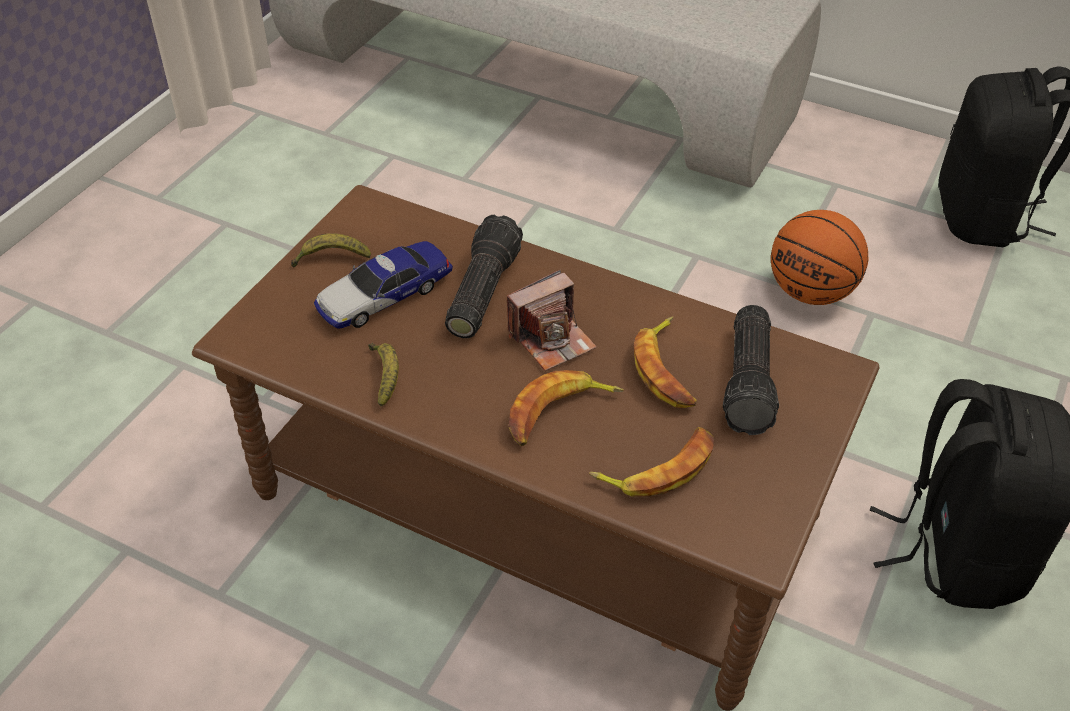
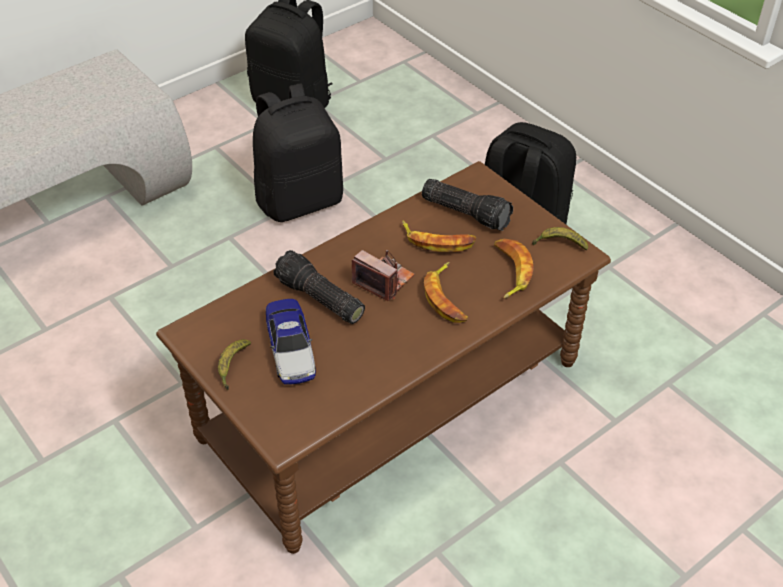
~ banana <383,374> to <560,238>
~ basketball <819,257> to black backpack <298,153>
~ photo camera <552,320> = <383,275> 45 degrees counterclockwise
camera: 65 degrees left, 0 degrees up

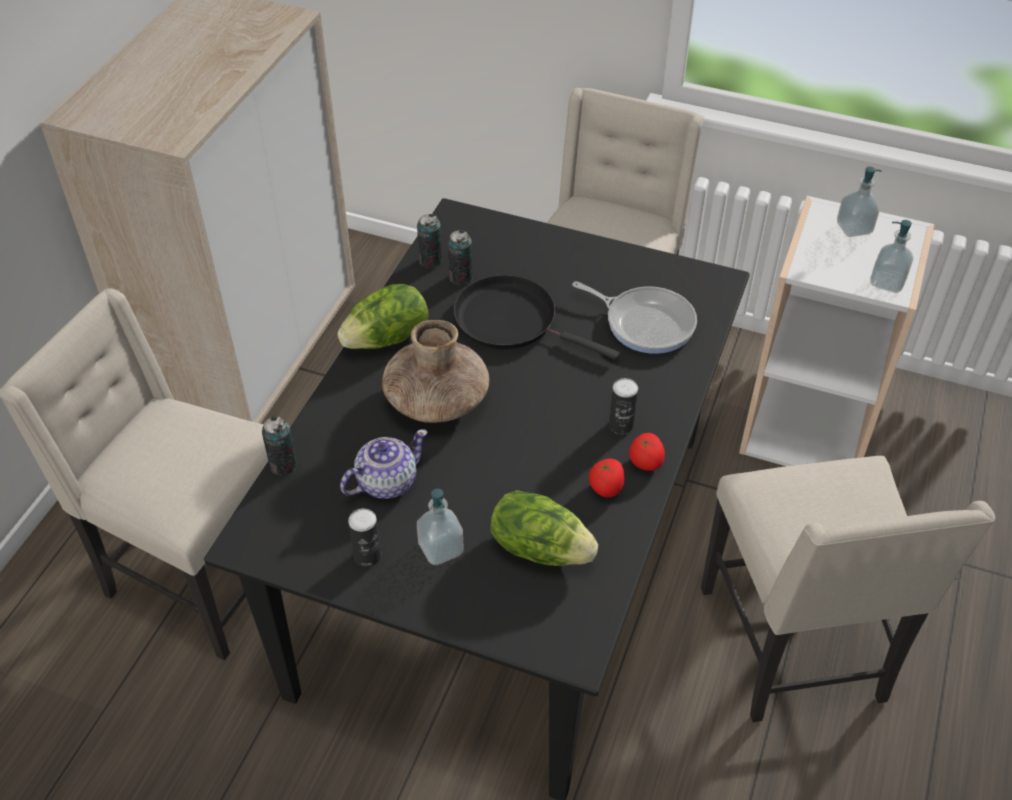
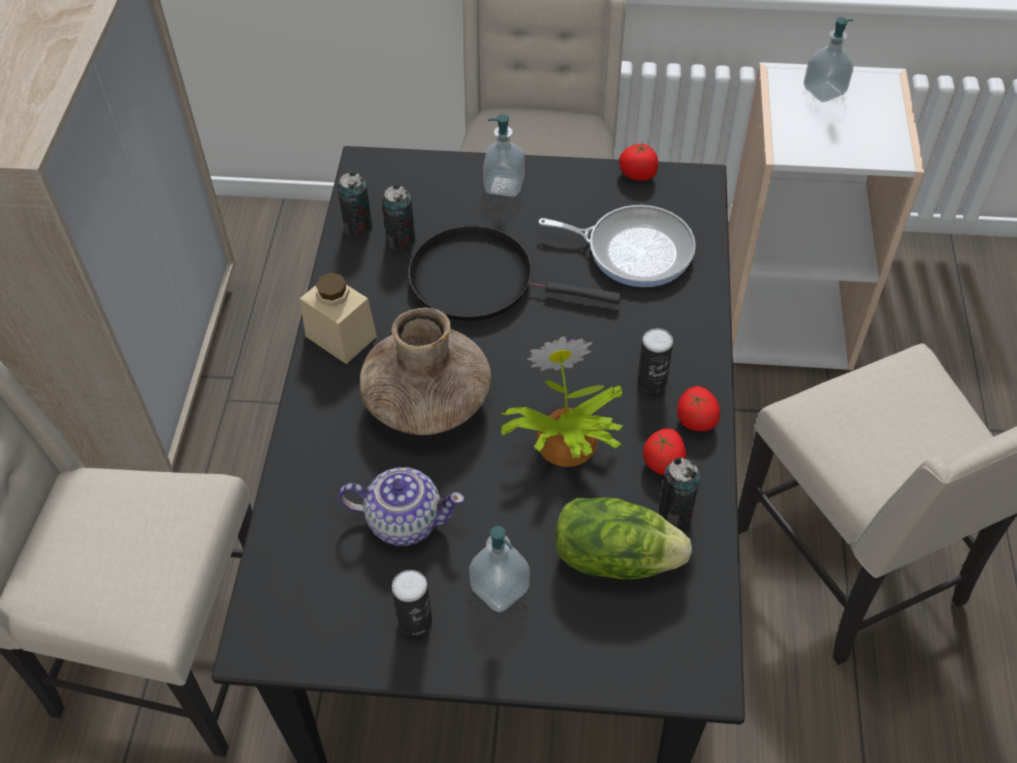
+ potted plant <562,401>
+ tomato <638,162>
~ can <279,445> to <679,491>
~ soap dispenser <891,256> to <503,155>
~ lettuce <383,316> to beige jar <338,318>
~ teapot <384,464> = <401,506> 60 degrees clockwise
camera: 15 degrees left, 5 degrees up

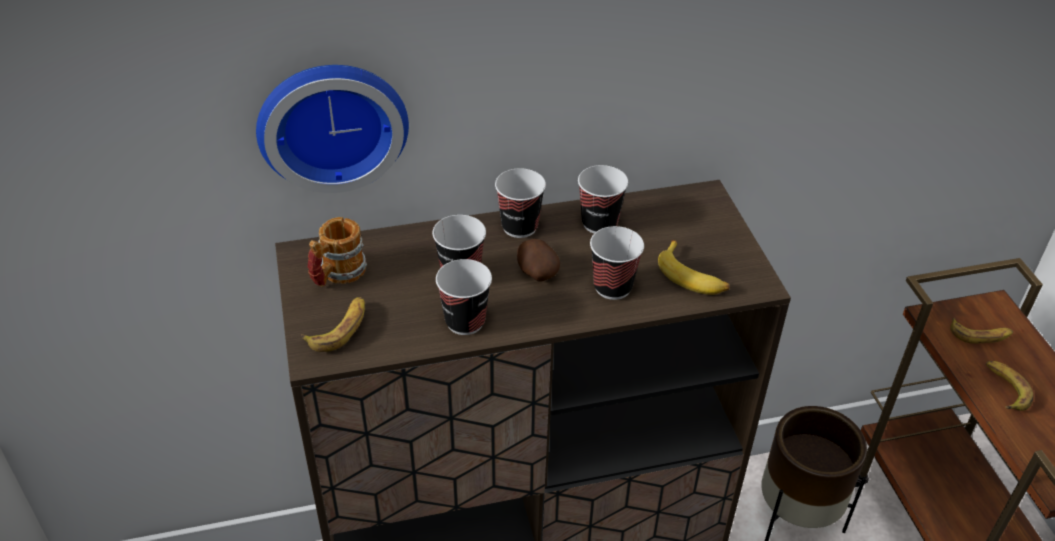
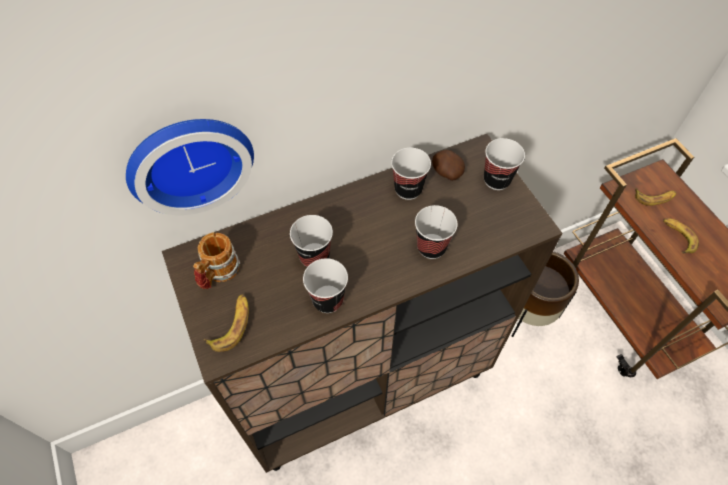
- banana <694,267>
~ cup <520,203> to <504,164>
~ potato <538,260> to <448,165>
camera: 10 degrees left, 15 degrees up

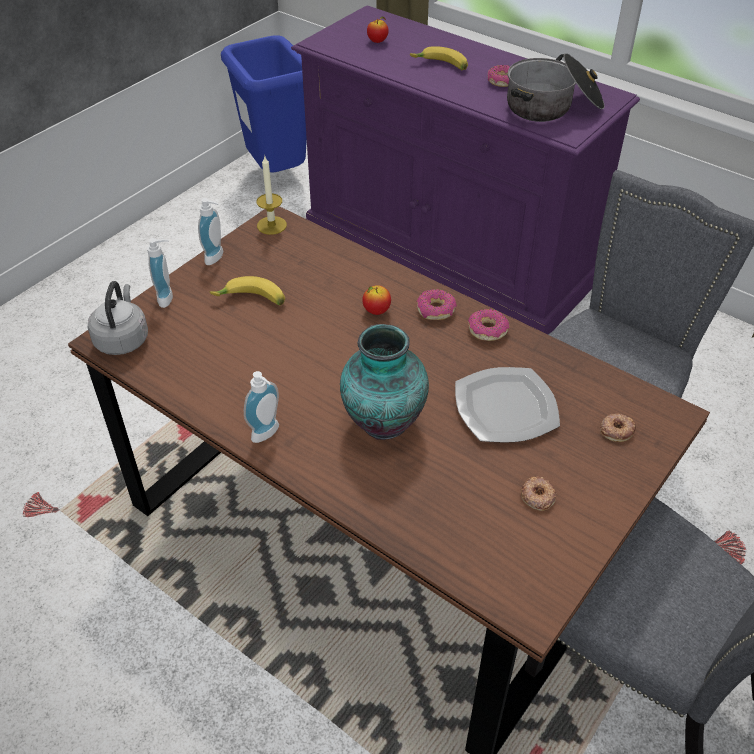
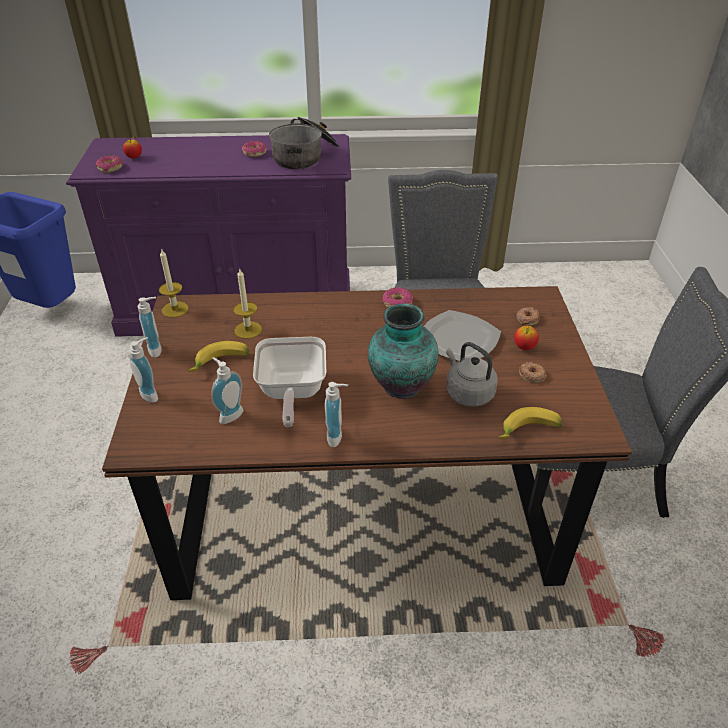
+ soap dispenser <227,390>
+ candle <247,303>
+ frying pan <289,382>
~ grey kettle <118,318> to <472,374>
~ apple <376,300> to <526,338>
~ banana <439,58> to <530,423>
~ donut <436,304> to <109,164>
camera: 40 degrees left, 5 degrees down

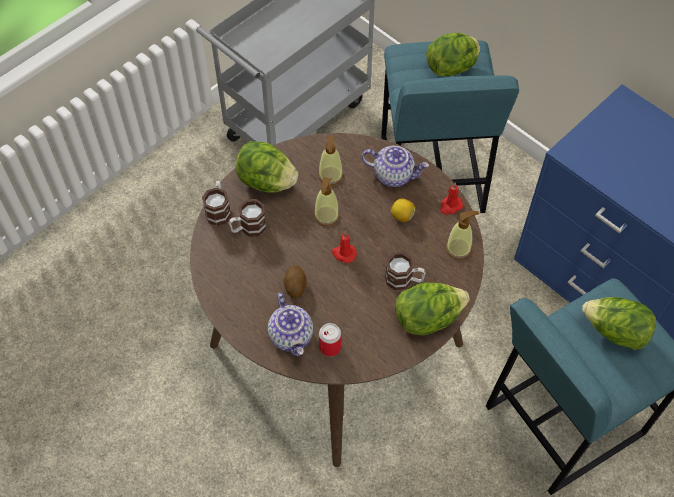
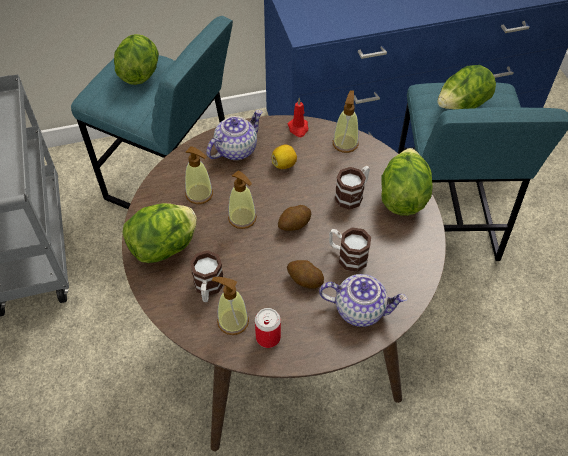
+ soap dispenser <230,306>
~ mug <216,203> to <350,249>
~ can <330,340> to <268,328>
~ red candle <344,247> to potato <294,218>
camera: 60 degrees left, 5 degrees down

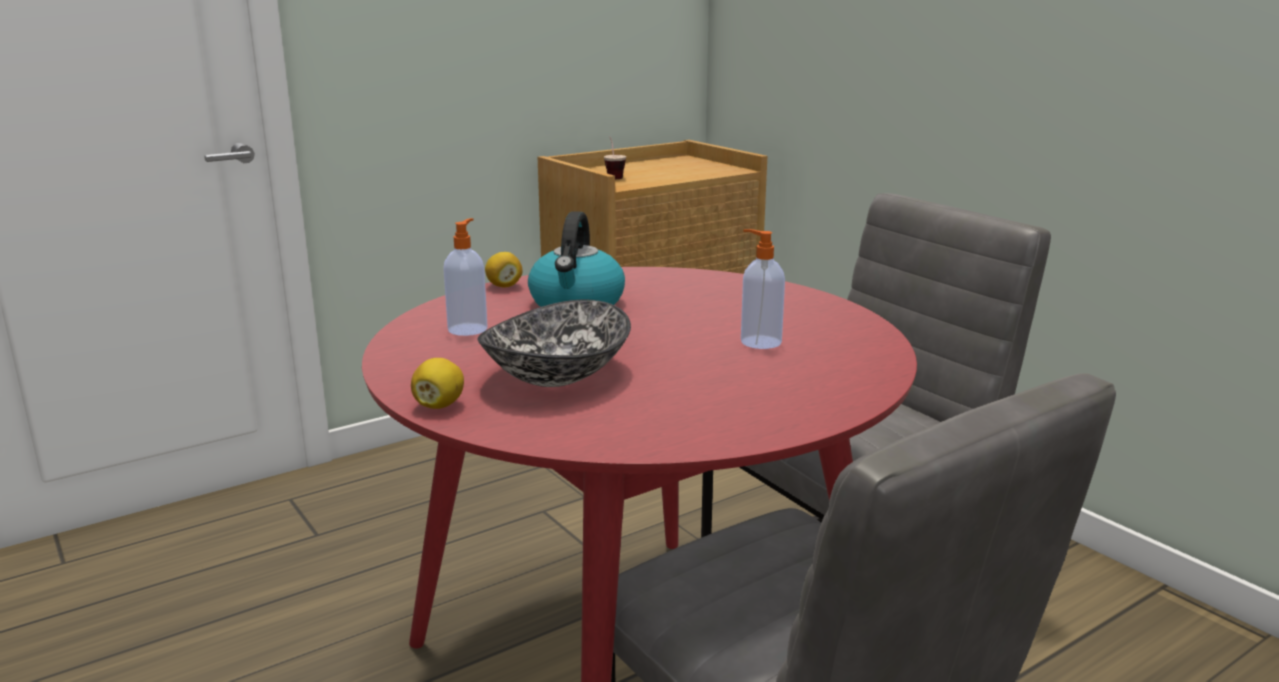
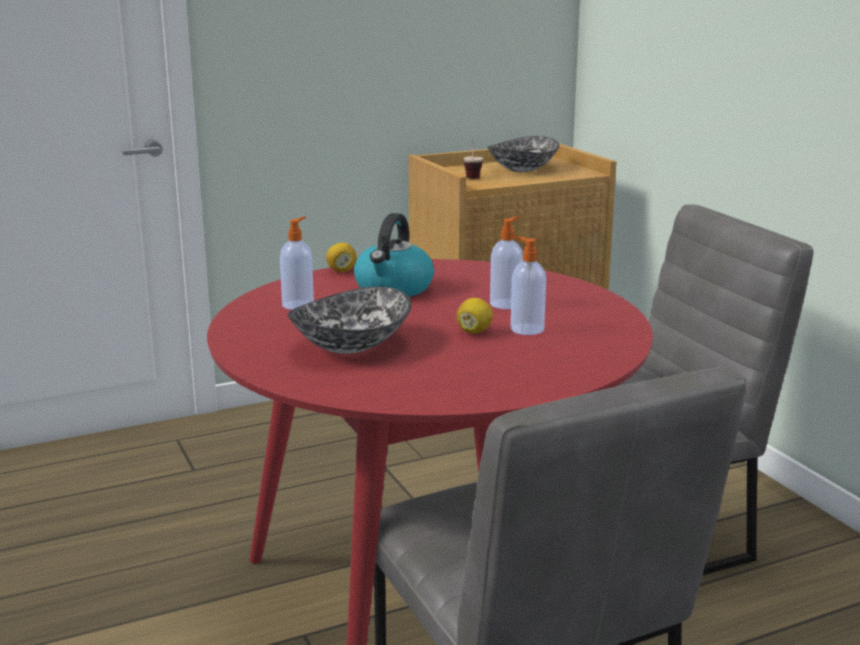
+ bowl <523,154>
+ soap dispenser <506,262>
~ lemon <437,383> to <474,316>
camera: 10 degrees right, 0 degrees up

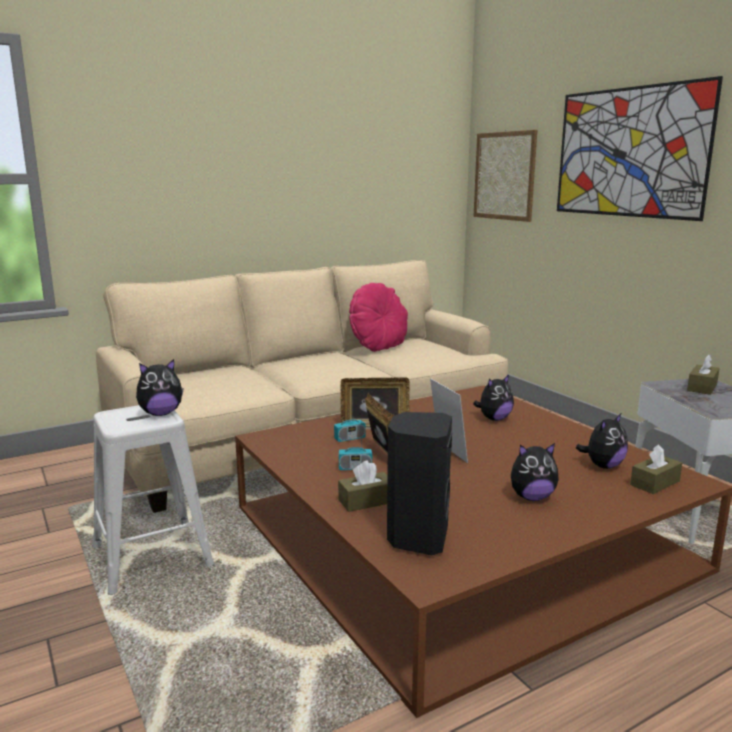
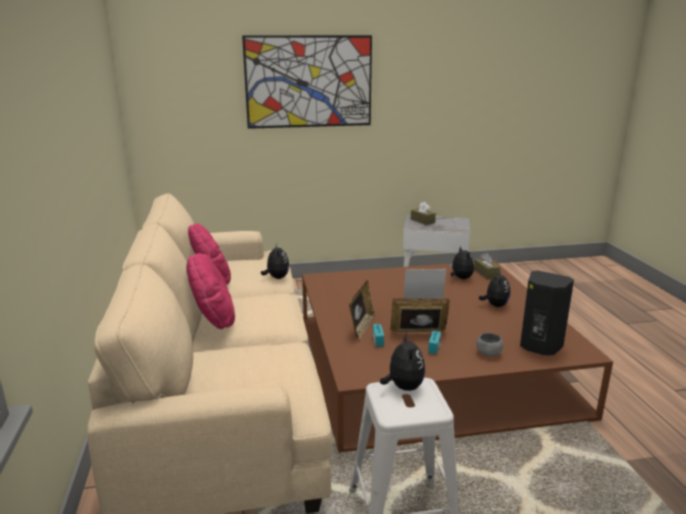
- picture <505,175>
+ pink pillow <210,291>
~ plush toy <493,398> to <275,261>
~ brown tissue box <362,486> to grey bowl <489,344>
camera: 70 degrees left, 5 degrees up

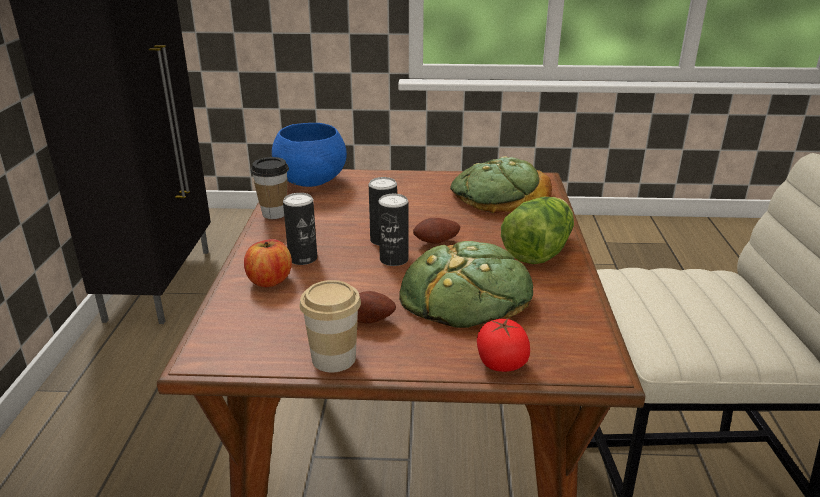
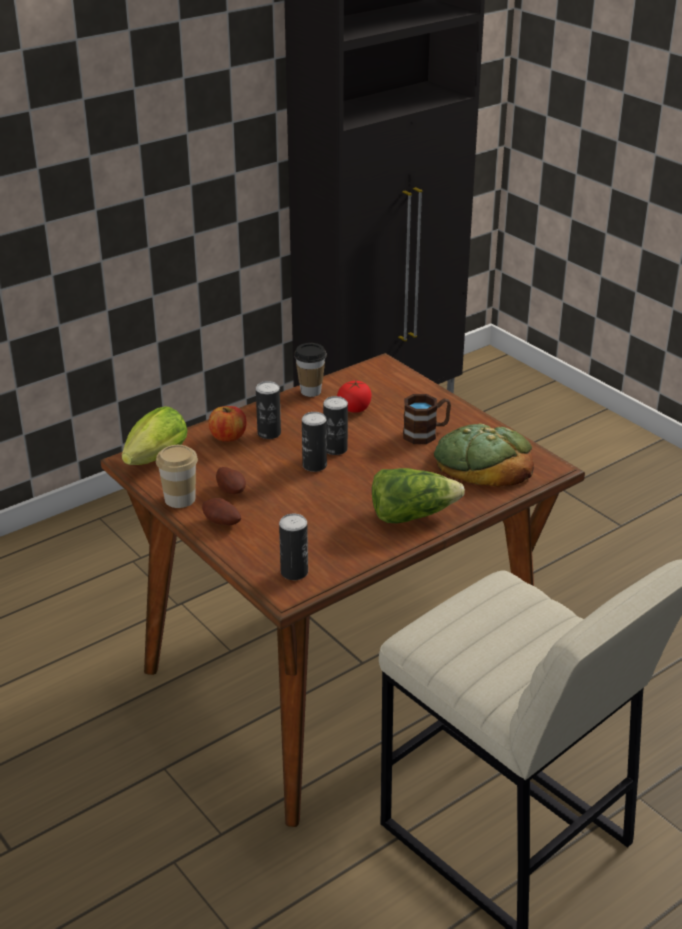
- blue bowl <309,155>
- bread <466,284>
+ lettuce <155,435>
+ can <293,547>
+ brown mug <427,419>
~ potato <437,231> to <221,511>
~ tomato <503,345> to <354,397>
camera: 50 degrees right, 5 degrees up

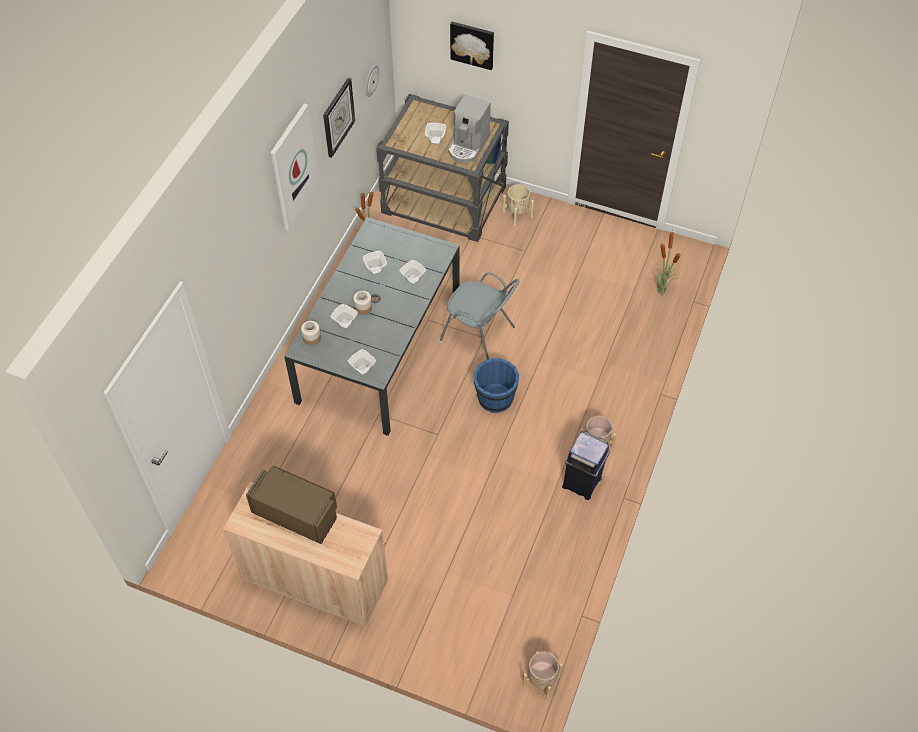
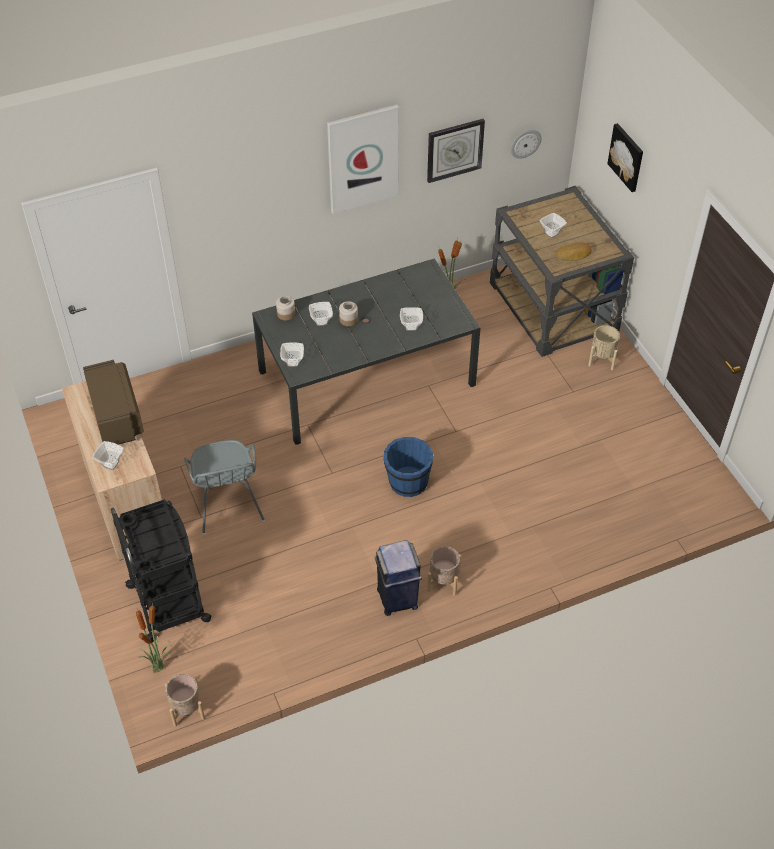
+ black cart <161,571>
~ bowl <375,263> to <108,455>
~ grey chair <479,316> to <224,487>
~ potted plant <667,261> to <154,639>
~ coffee machine <469,129> to bread <574,251>
camera: 45 degrees right, 5 degrees down

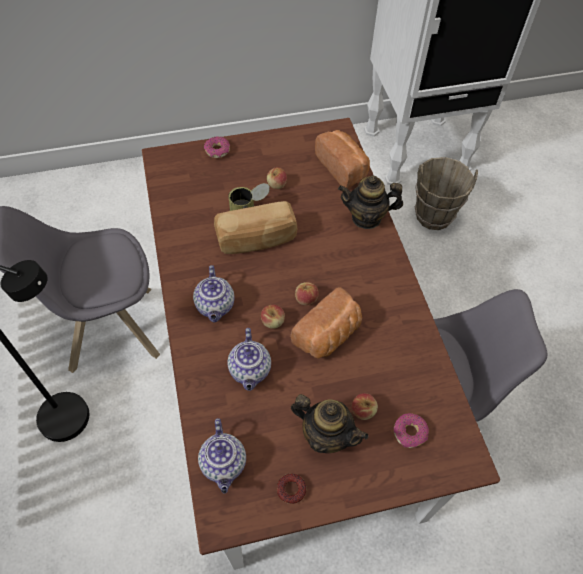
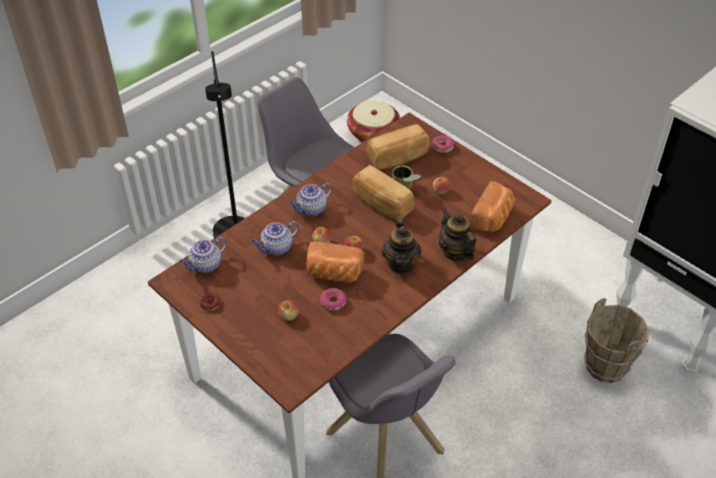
+ basket <373,121>
+ bread <398,146>
~ teapot <330,423> to <401,245>
~ donut <411,430> to <333,299>
camera: 60 degrees right, 10 degrees down

